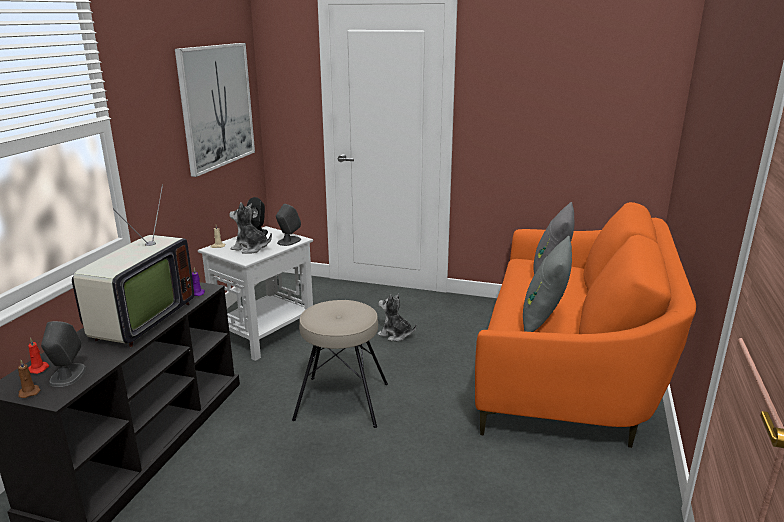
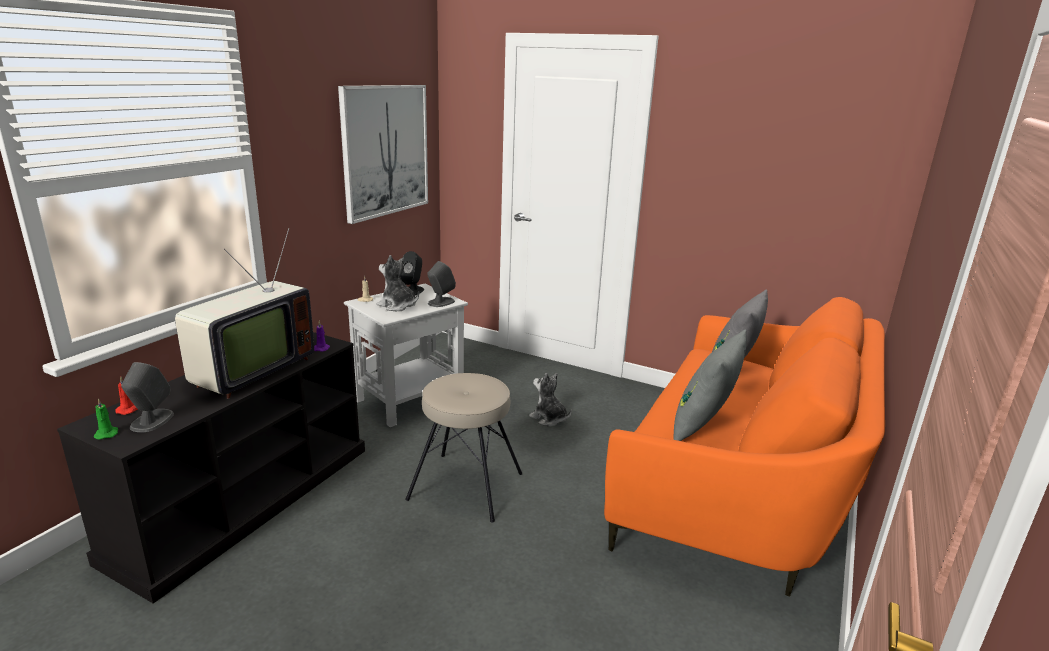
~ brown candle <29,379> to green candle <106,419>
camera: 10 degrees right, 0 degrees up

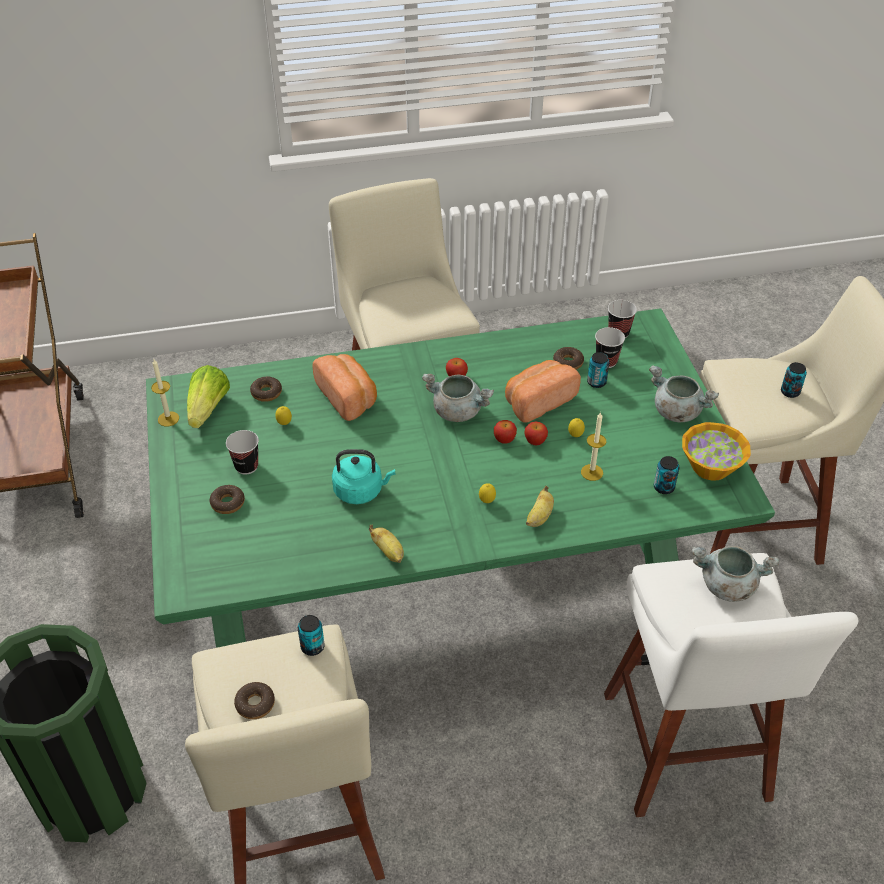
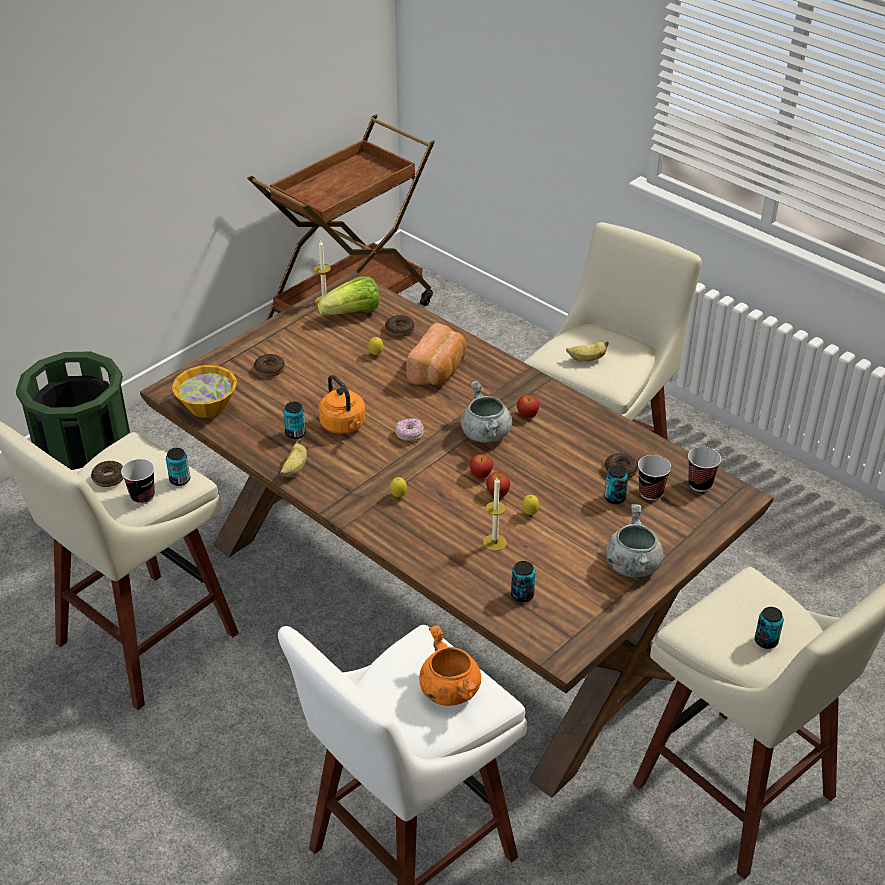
- bread <543,391>
+ can <294,420>
+ donut <409,429>
~ cup <242,452> to <138,481>
~ banana <540,506> to <587,351>
~ bowl <716,451> to <204,391>
~ green dining table <460,478> to brown dining table <456,534>
~ turquoise kettle <363,476> to orange kettle <342,404>
~ grey cooking pot <735,574> to orange cooking pot <450,665>
camera: 55 degrees right, 5 degrees down

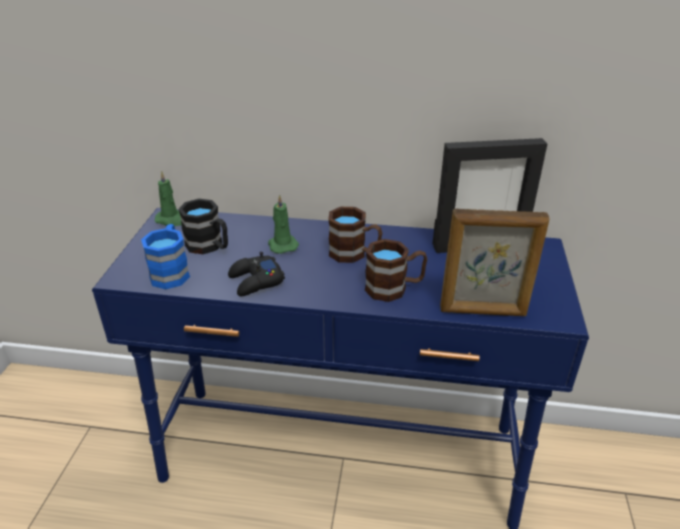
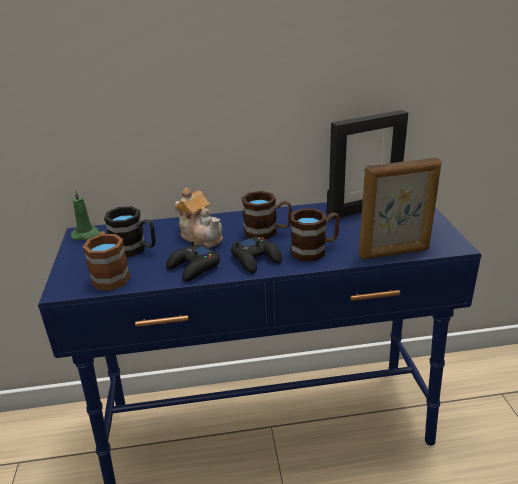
+ black game controller <256,254>
~ green candle <283,224> to teapot <199,218>
~ blue mug <165,256> to brown mug <106,260>
camera: 15 degrees left, 5 degrees down

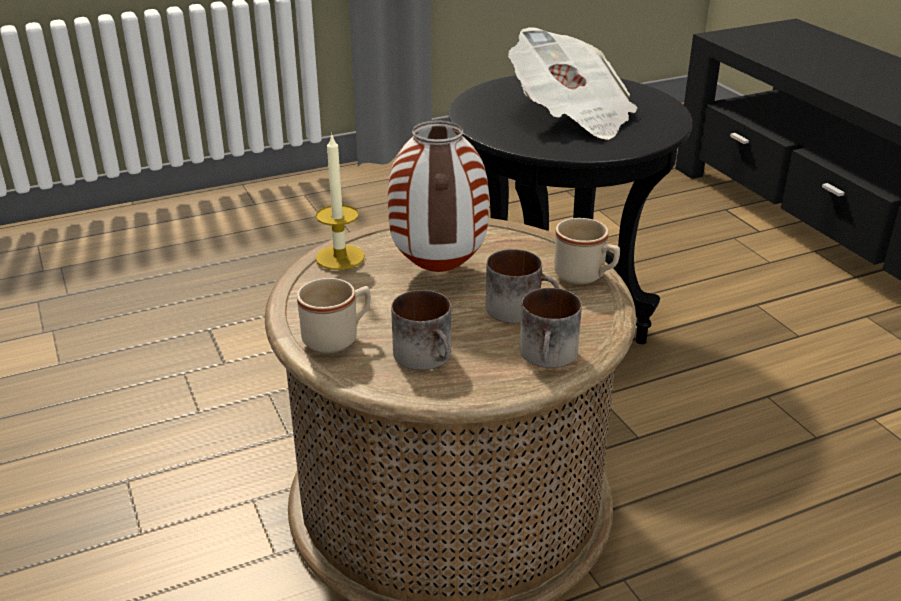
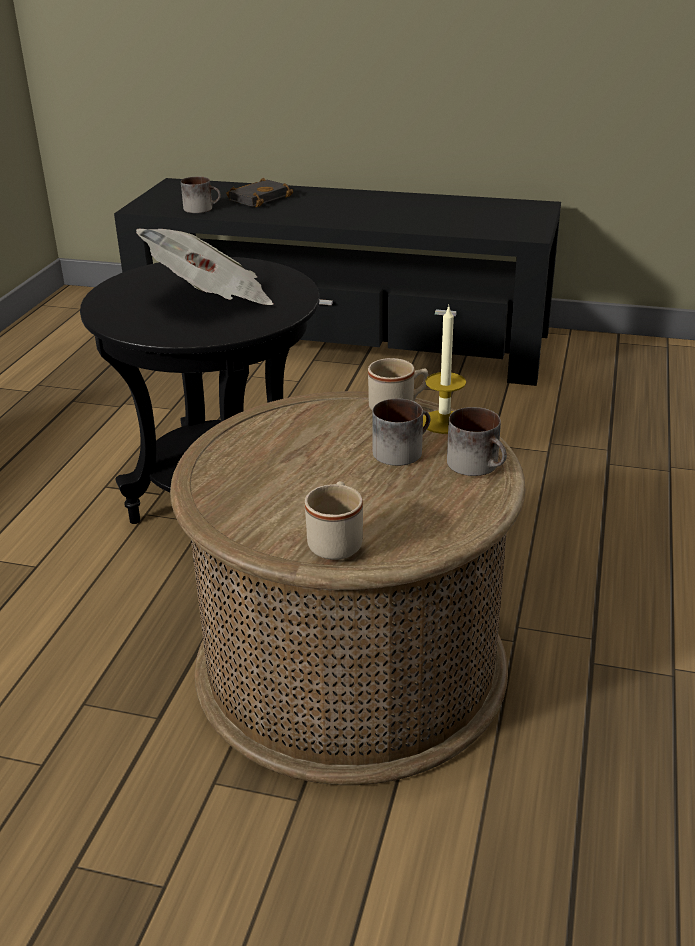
- vase <438,196>
+ black book <259,192>
~ candle <340,201> to <444,369>
~ mug <421,330> to <201,194>
camera: 50 degrees left, 0 degrees up

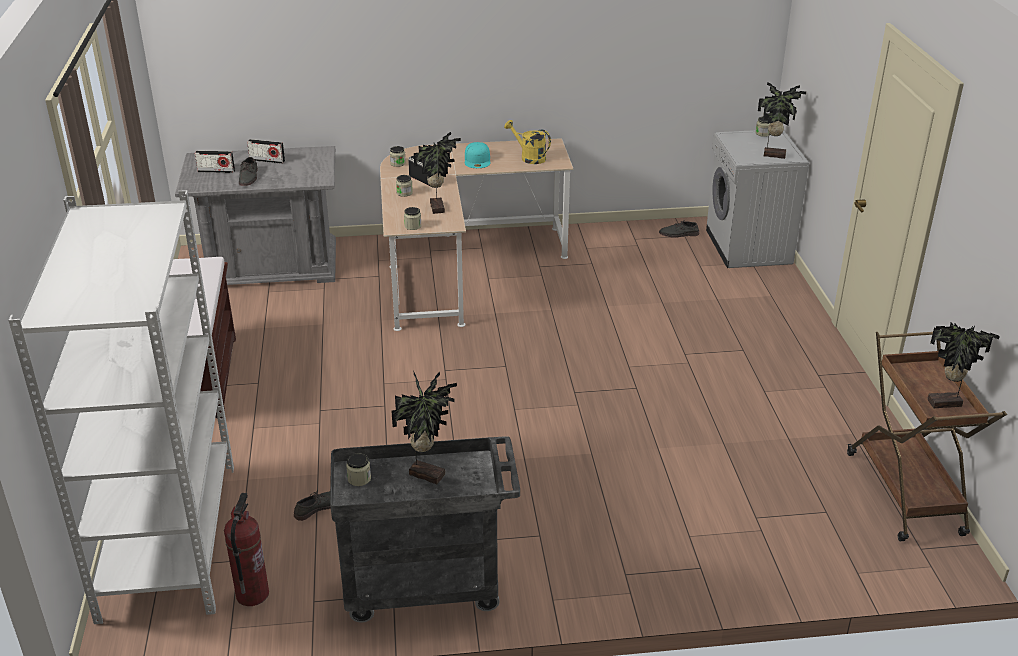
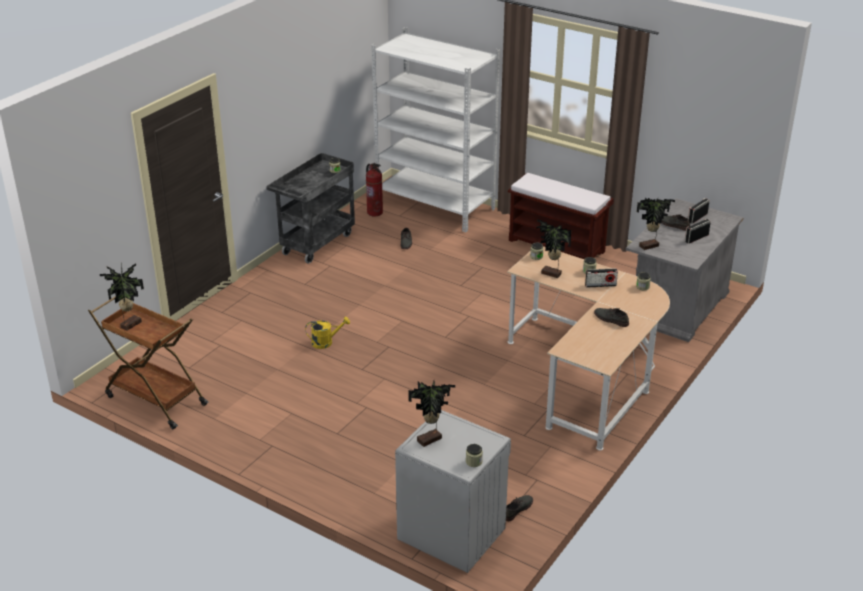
~ potted plant <424,428> to <656,224>
~ yellow watering can <527,142> to <327,333>
~ turquoise cap <477,155> to grey shoe <611,317>
camera: 130 degrees right, 0 degrees up

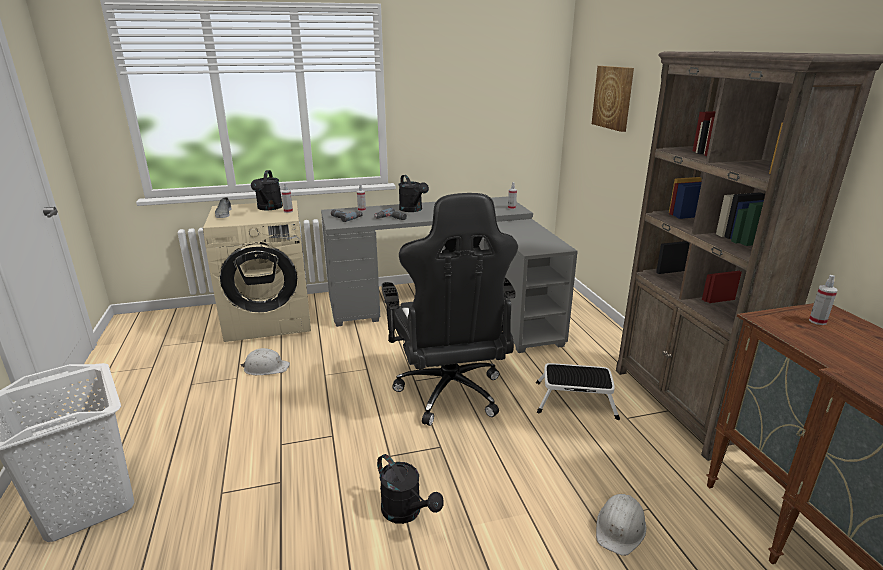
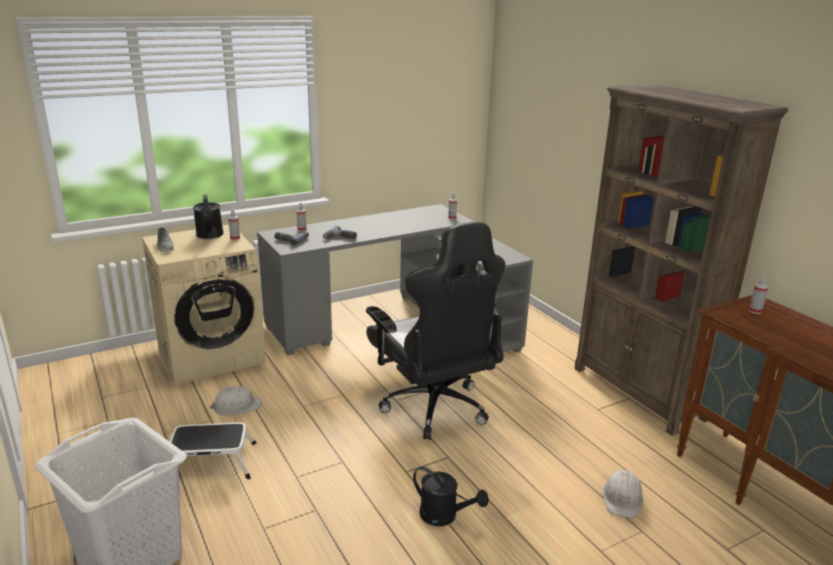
- black watering can <414,193>
- picture <613,99>
~ black step ladder <578,391> to <213,451>
camera: 15 degrees left, 0 degrees up

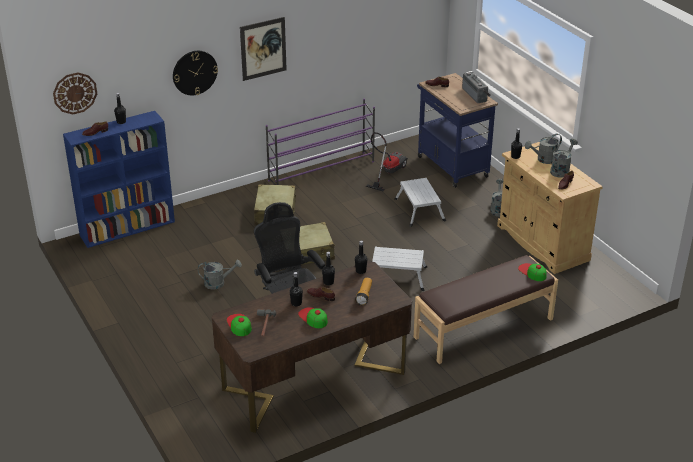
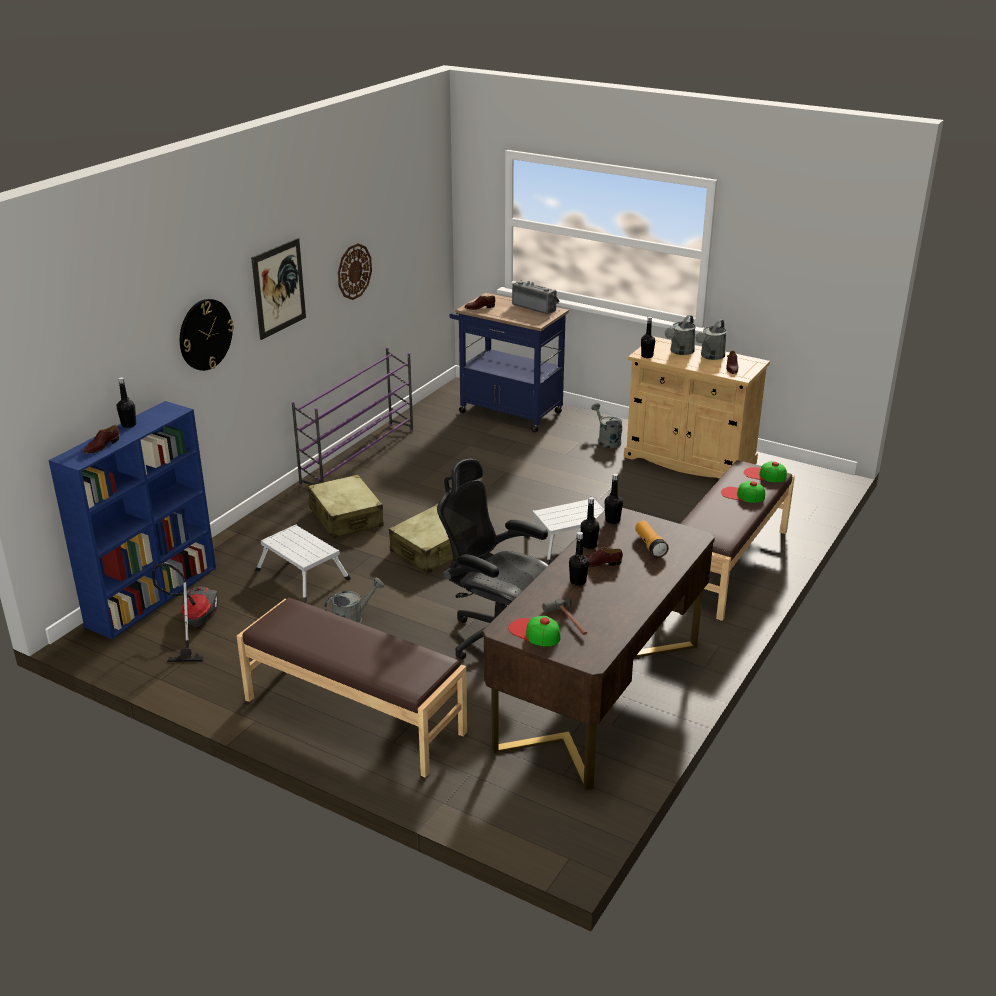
+ brown bench <352,688>
~ wall clock <75,93> to <355,271>
~ cap <313,317> to <743,492>
~ vacuum cleaner <387,161> to <185,612>
~ white step ladder <420,202> to <303,564>
~ grey watering can <564,158> = <711,339> 150 degrees counterclockwise
camera: 30 degrees left, 5 degrees down

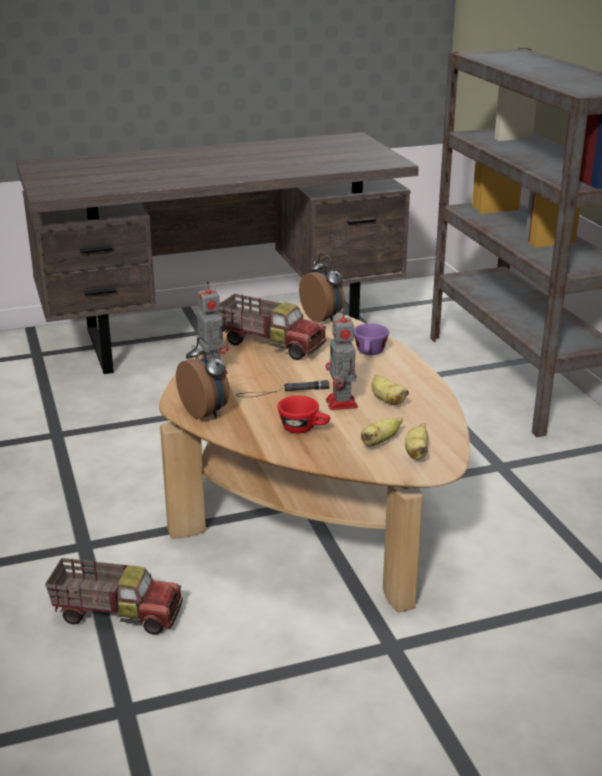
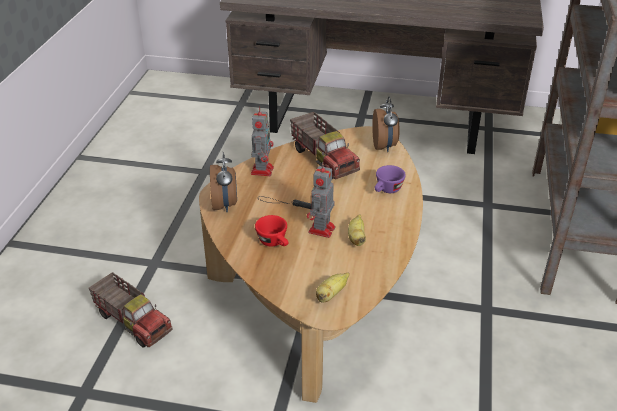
- banana <382,431>
camera: 30 degrees right, 10 degrees up

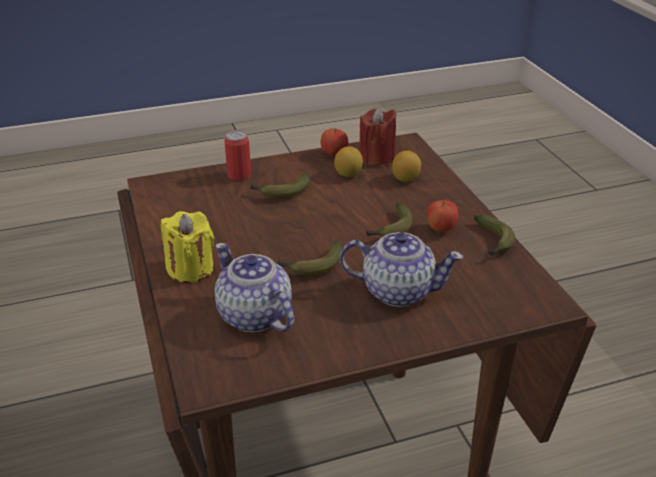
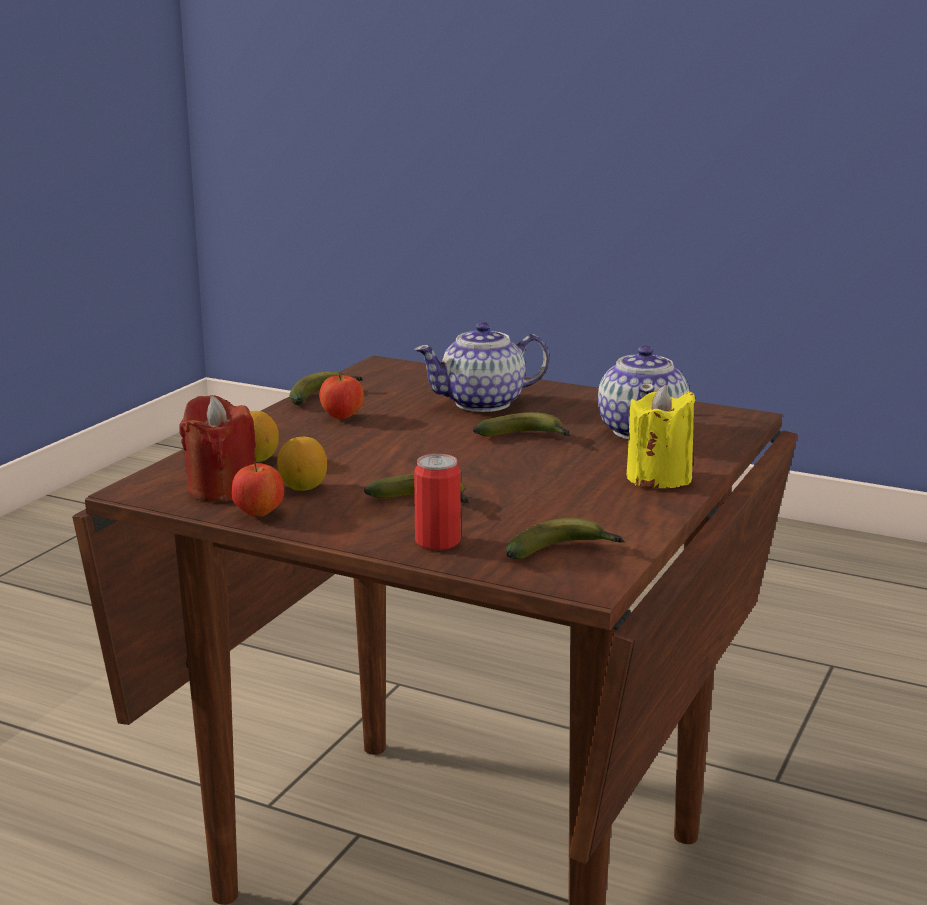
~ banana <389,219> to <565,538>
~ teapot <402,269> = <481,367> 75 degrees counterclockwise
camera: 135 degrees left, 15 degrees down

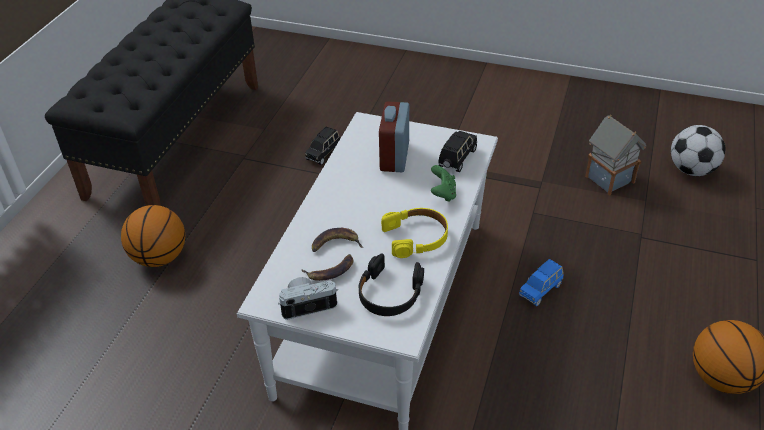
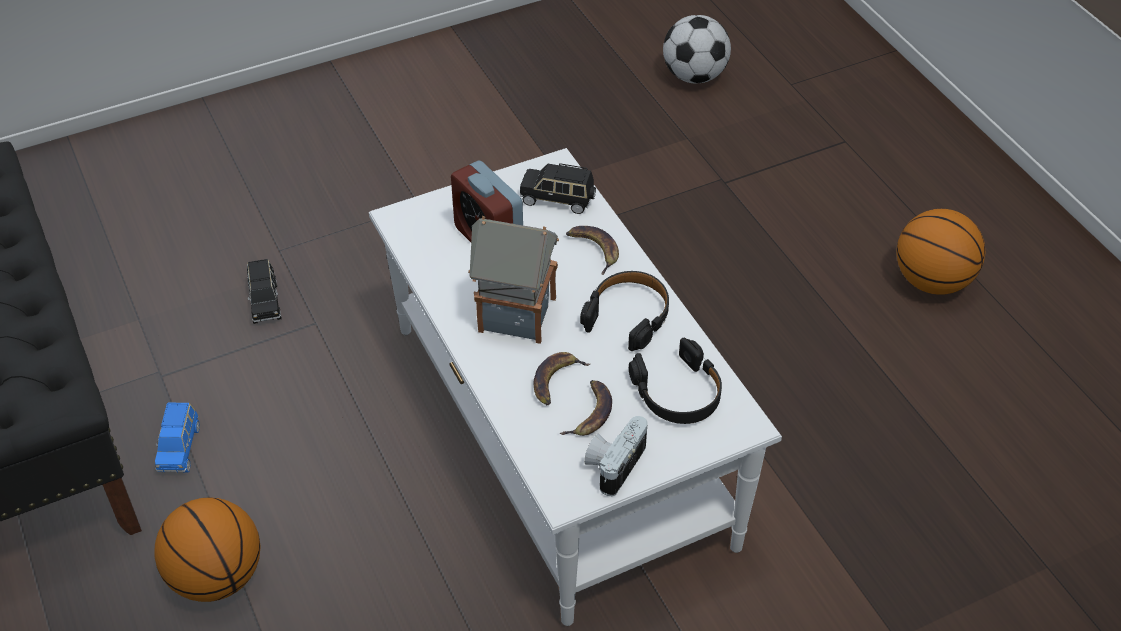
~ blue toy car <541,282> to <177,438>
~ toy house <615,155> to <513,280>
~ green game controller <443,183> to banana <592,250>
~ yellow headphones <414,233> to black headphones <624,311>
~ black toy car <457,151> = <558,188> 60 degrees counterclockwise
camera: 45 degrees left, 5 degrees up

